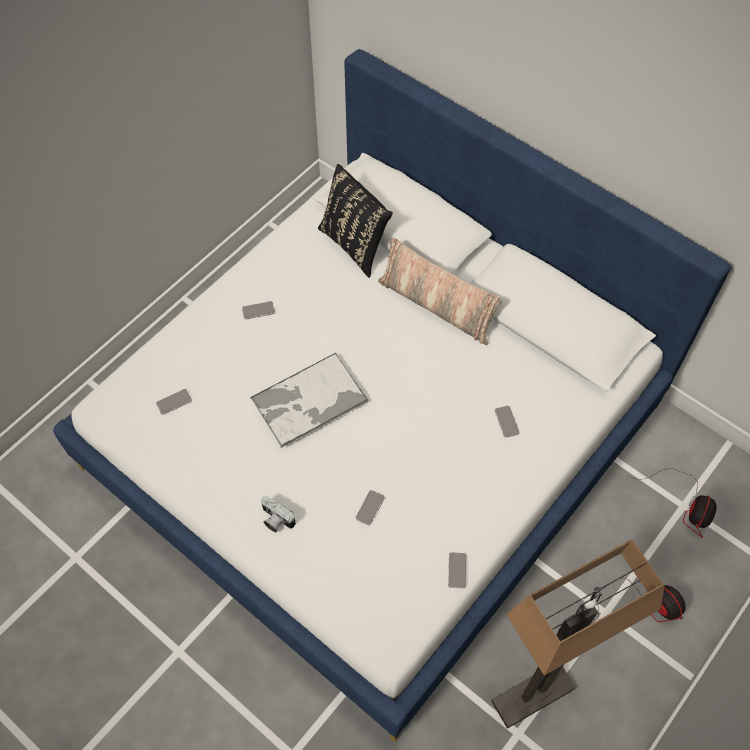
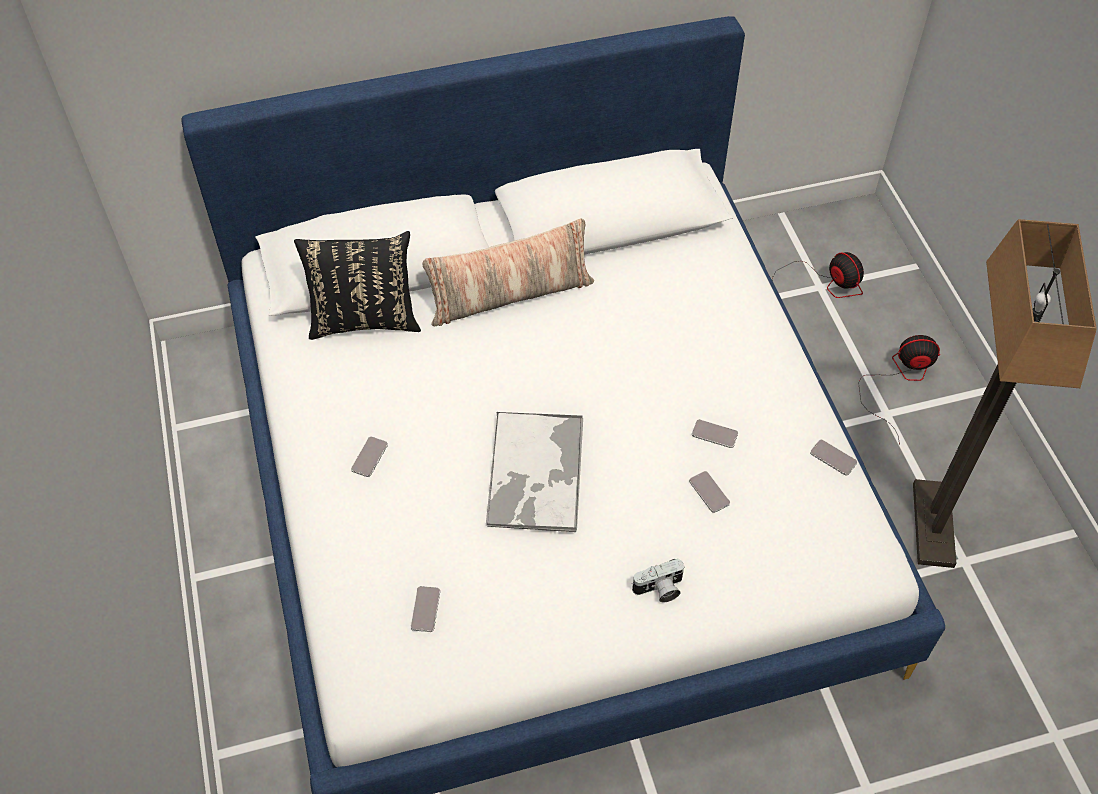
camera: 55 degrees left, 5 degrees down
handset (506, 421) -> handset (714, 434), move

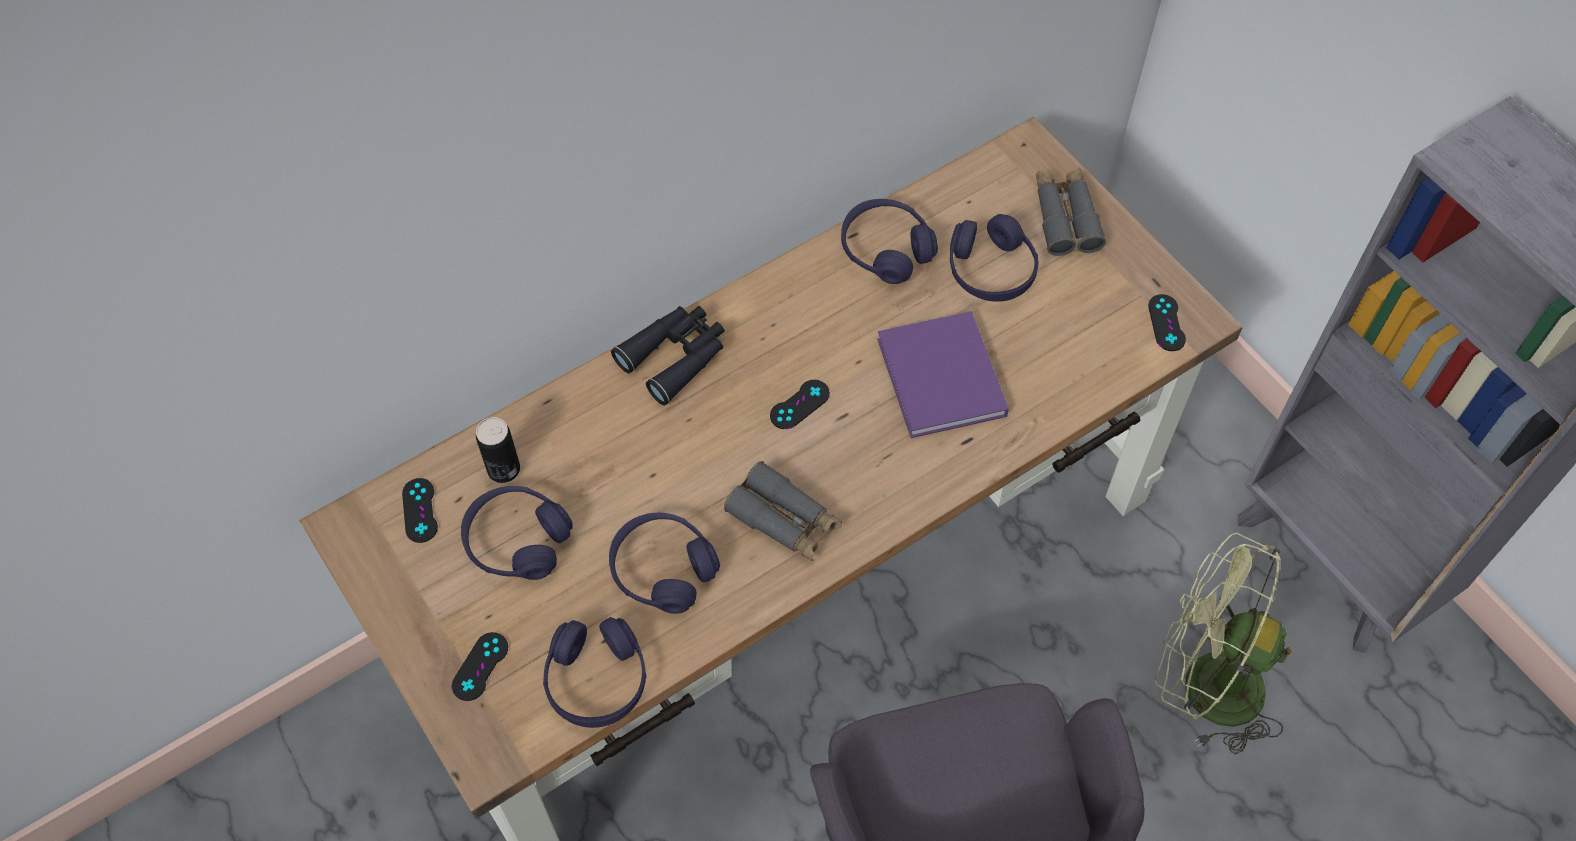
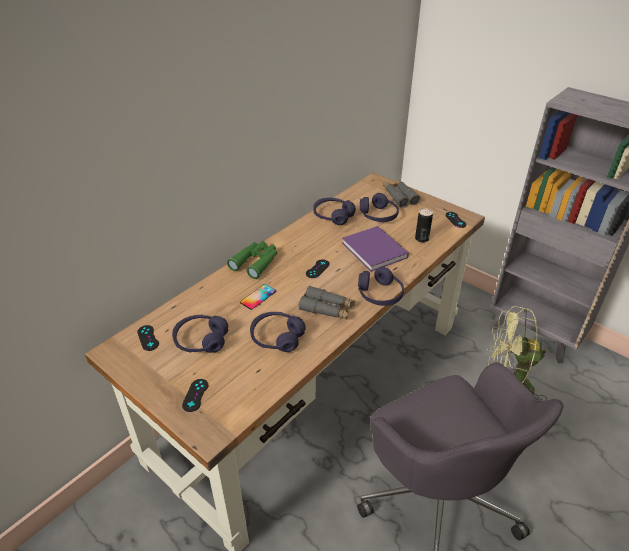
camera: 15 degrees left, 20 degrees down
black-coloured pair of binoculars (675, 356) -> greenish pair of binoculars (256, 262)
none -> handset (258, 297)
purplish headphones (596, 680) -> purplish headphones (380, 294), move
sealed can (504, 469) -> sealed can (421, 238), move

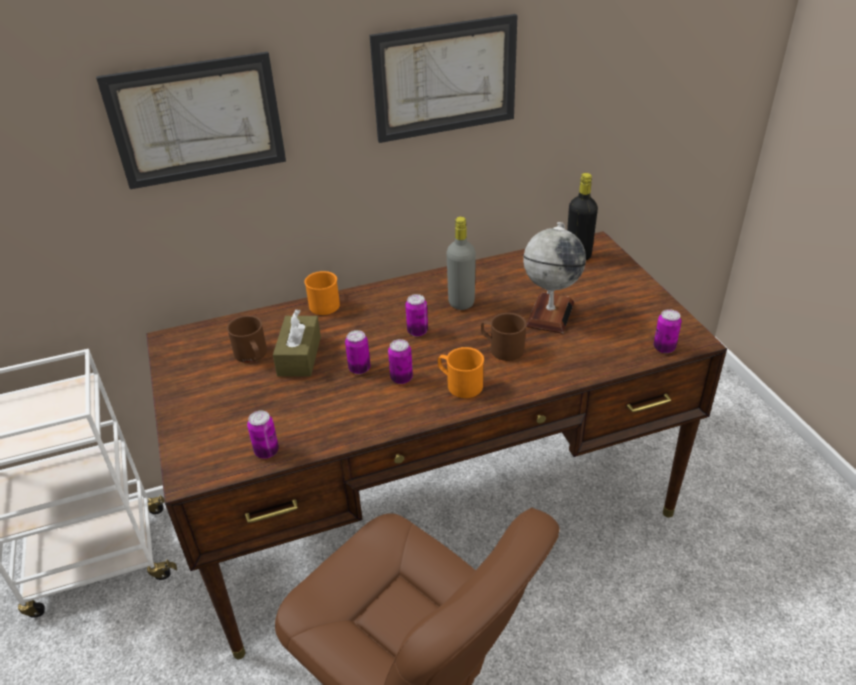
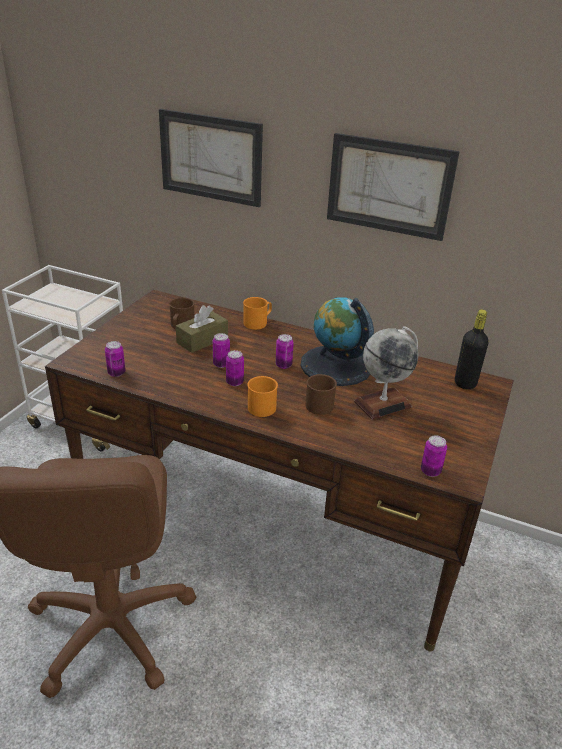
camera: 40 degrees right, 5 degrees down
greyish beverage bottle (461, 302) -> globe (336, 365)

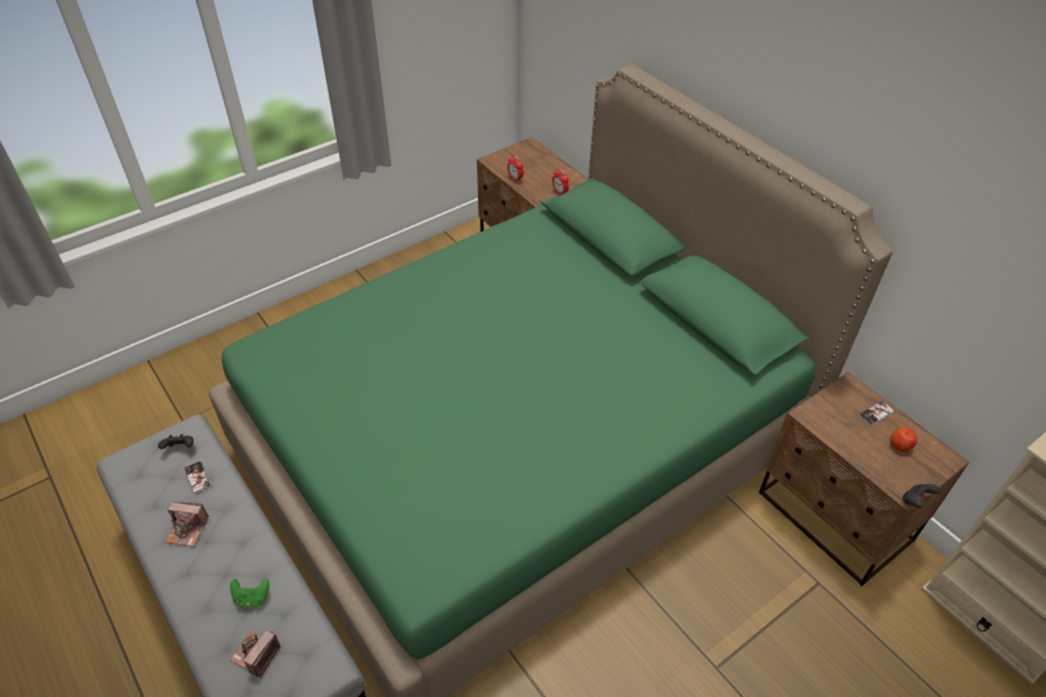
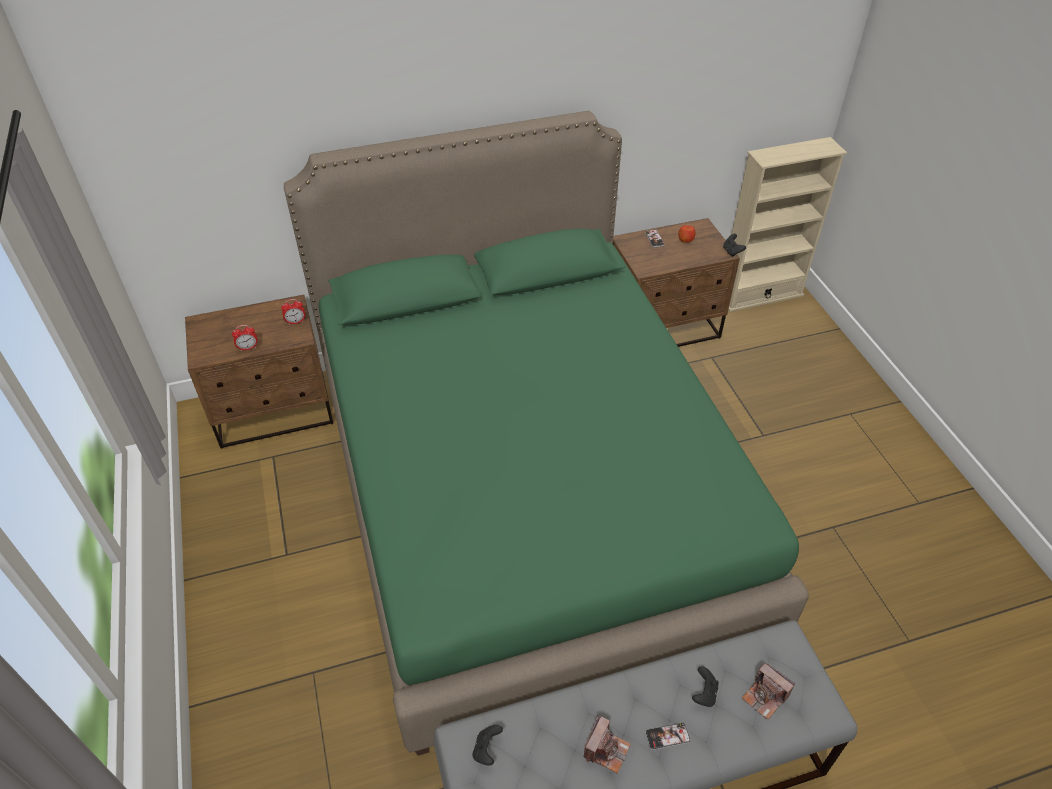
camera: 70 degrees left, 0 degrees up
handset (197, 477) -> handset (667, 736), move
greenish gamepad (252, 598) -> black-coloured gamepad (704, 694)

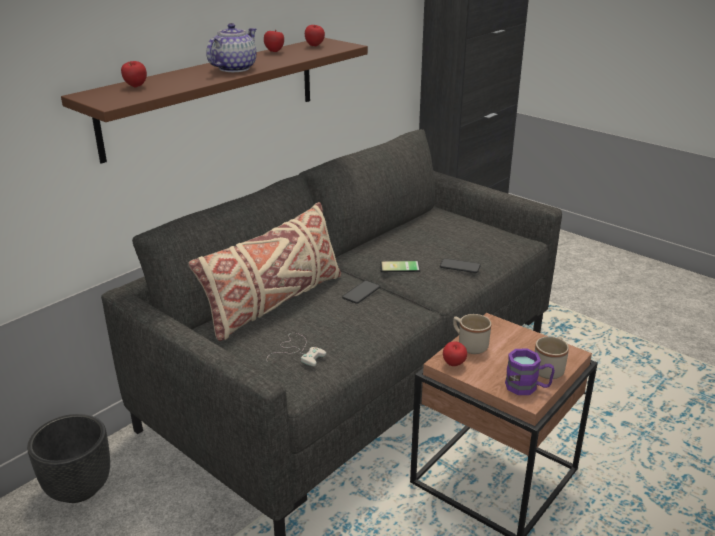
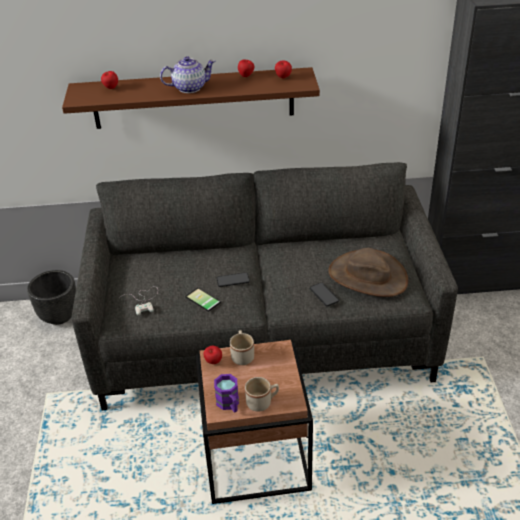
camera: 45 degrees right, 10 degrees up
handset (399, 268) -> handset (201, 300), move
none -> brown-coloured hat (367, 276)
beige cushion (274, 303) -> none

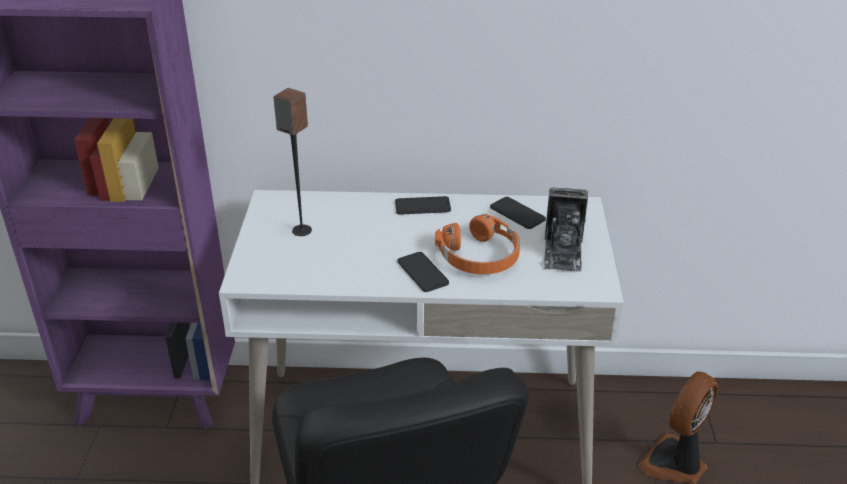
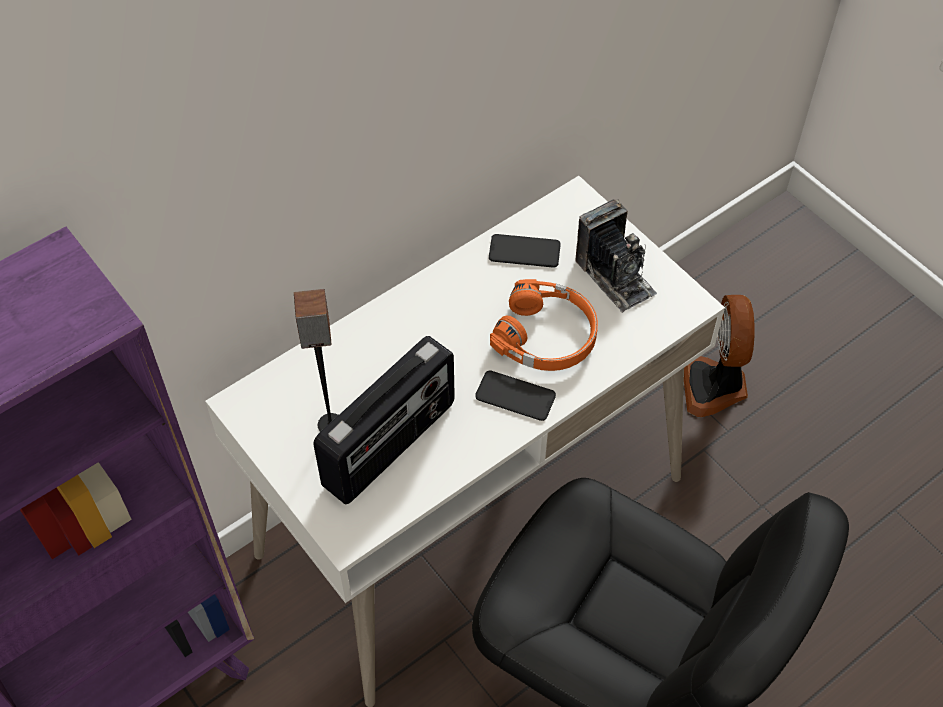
camera: 40 degrees left, 20 degrees up
none -> radio (391, 446)
handset (422, 206) -> none

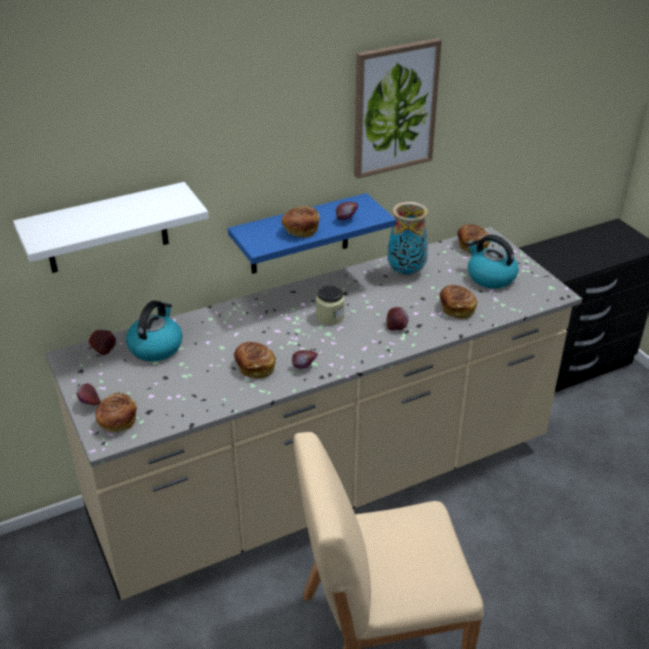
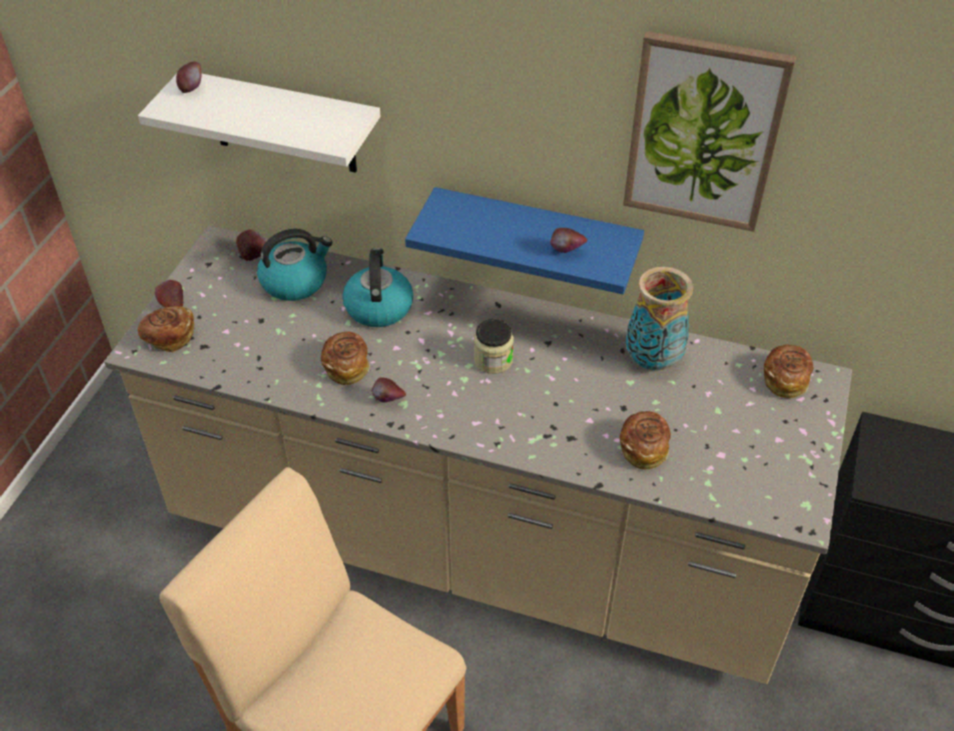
camera: 45 degrees right, 10 degrees up
apple (396, 327) -> apple (191, 89), move
kettle (490, 277) -> kettle (378, 306), move
bread (300, 230) -> none

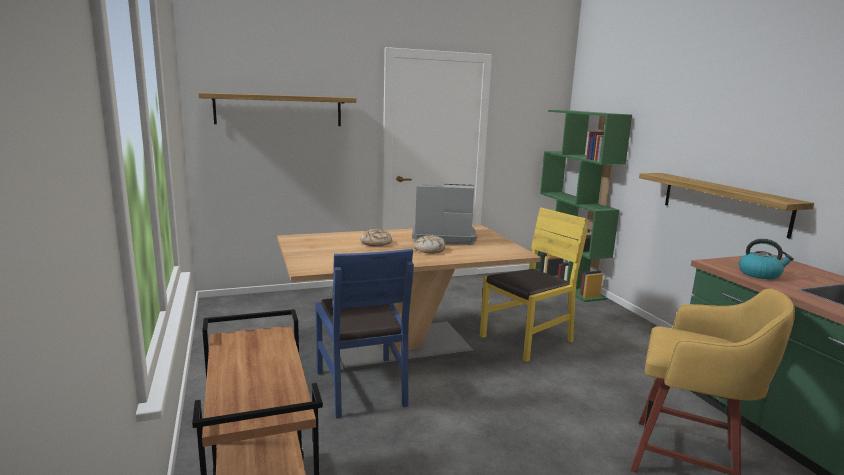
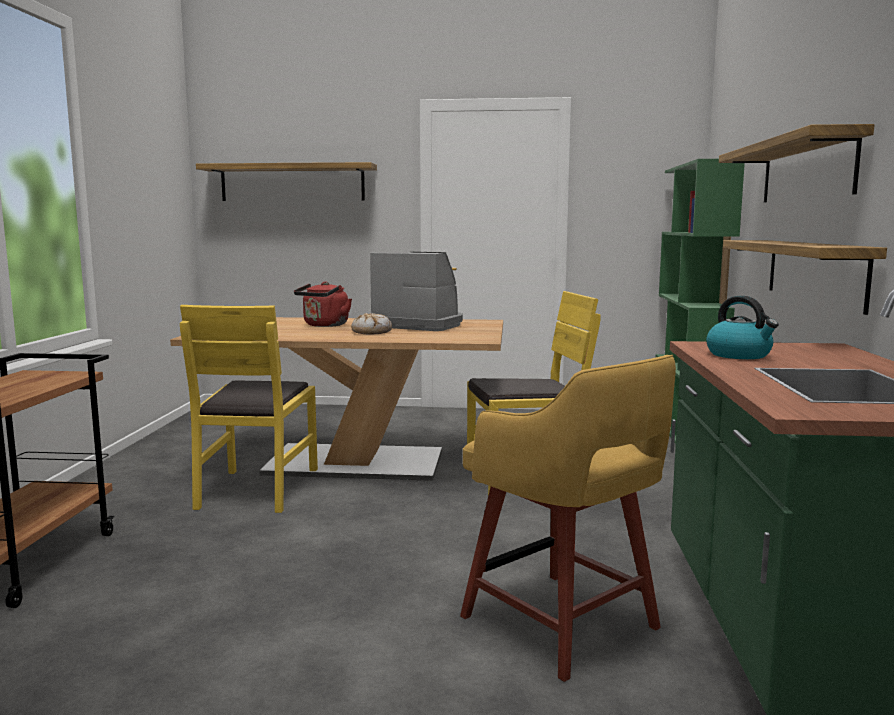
camera: 25 degrees right, 5 degrees down
blue chair (361, 387) -> yellow-coloured chair (256, 490)
bread (376, 243) -> red kettle (324, 325)
none -> bracket shelf (806, 170)

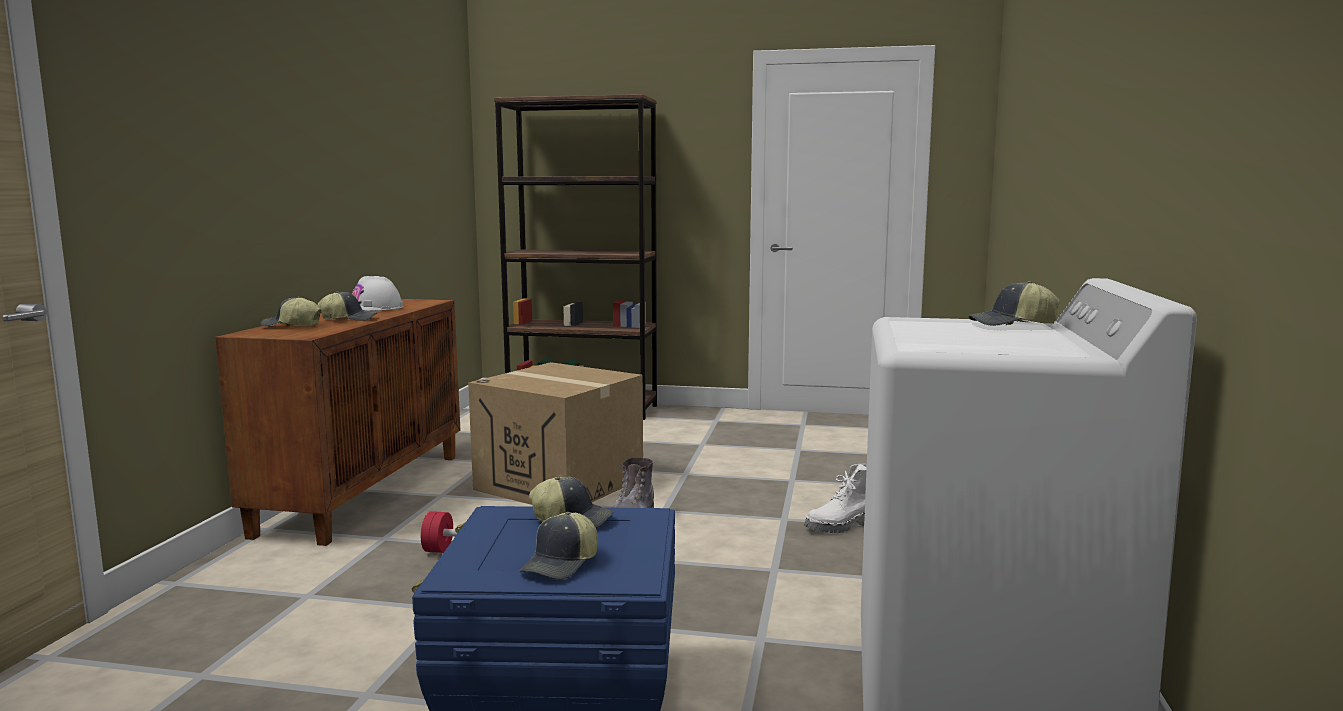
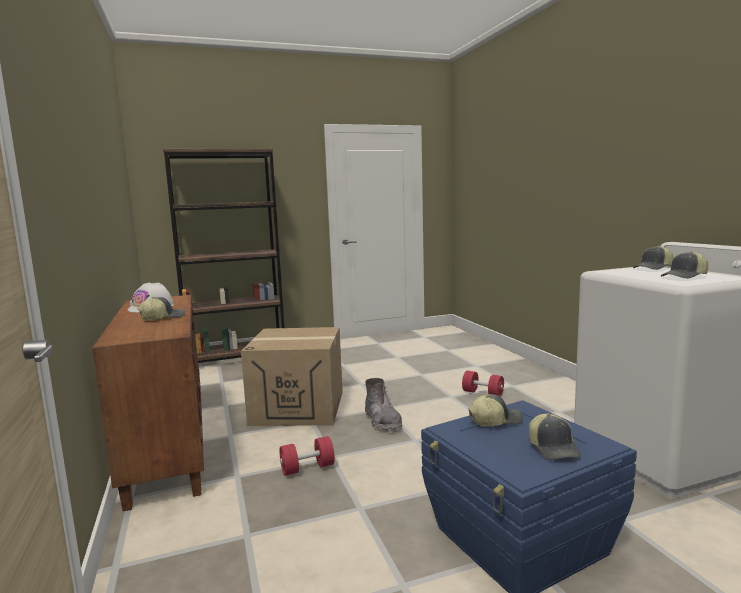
camera: 30 degrees left, 0 degrees up
white high-top boot (841, 526) -> red free weight (483, 393)
baseball cap (291, 326) -> baseball cap (685, 277), move

